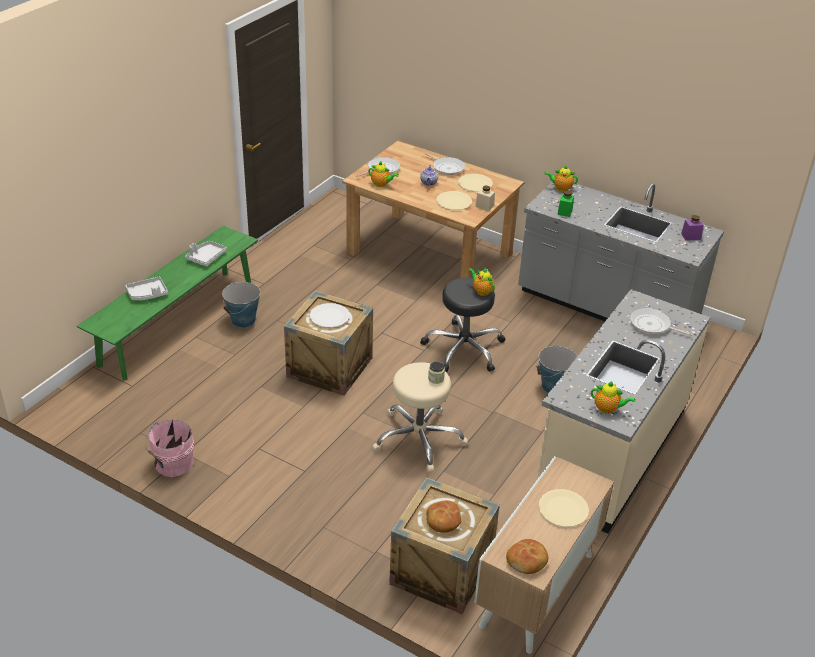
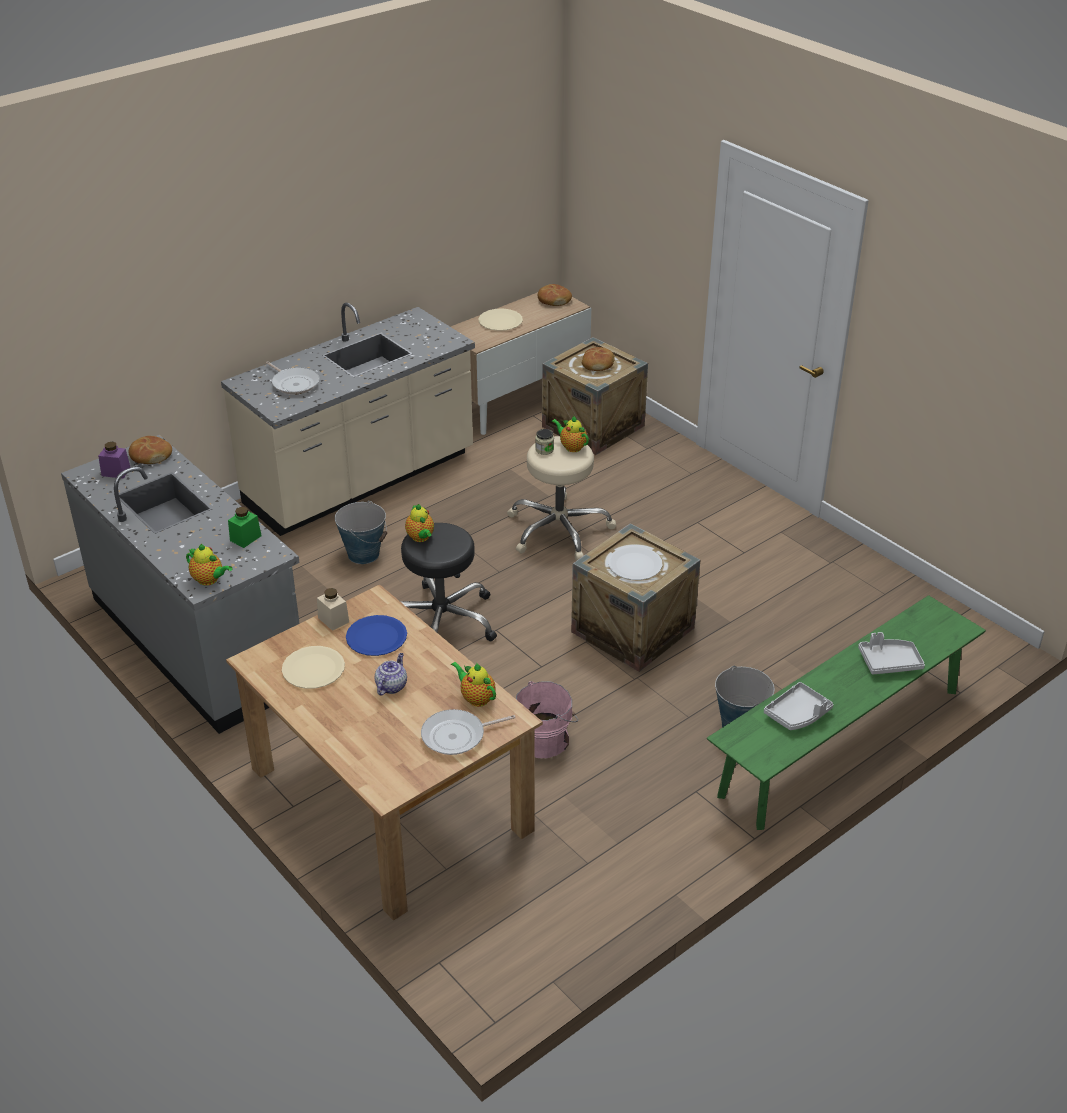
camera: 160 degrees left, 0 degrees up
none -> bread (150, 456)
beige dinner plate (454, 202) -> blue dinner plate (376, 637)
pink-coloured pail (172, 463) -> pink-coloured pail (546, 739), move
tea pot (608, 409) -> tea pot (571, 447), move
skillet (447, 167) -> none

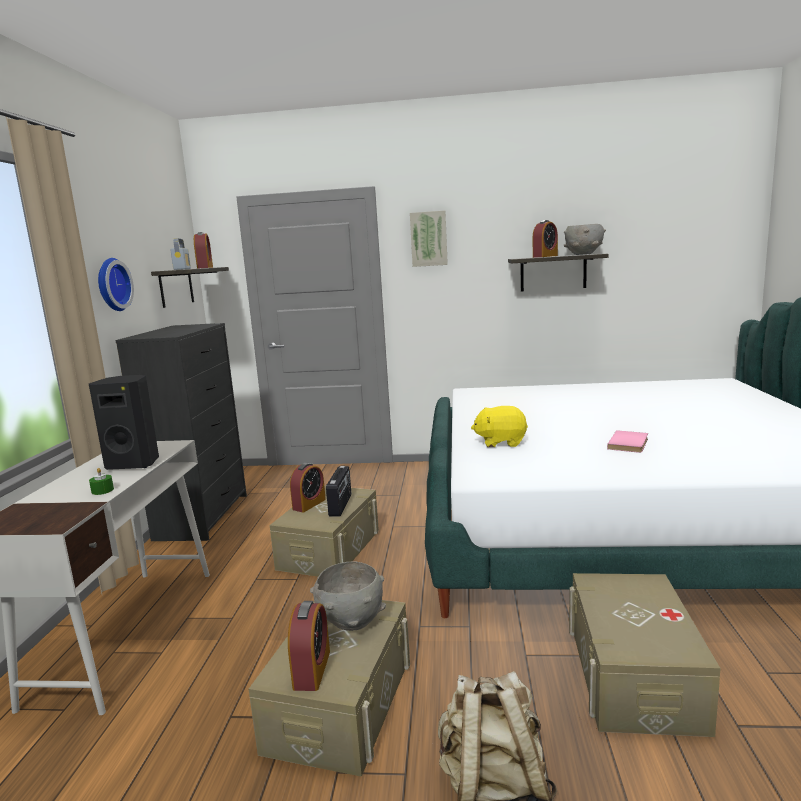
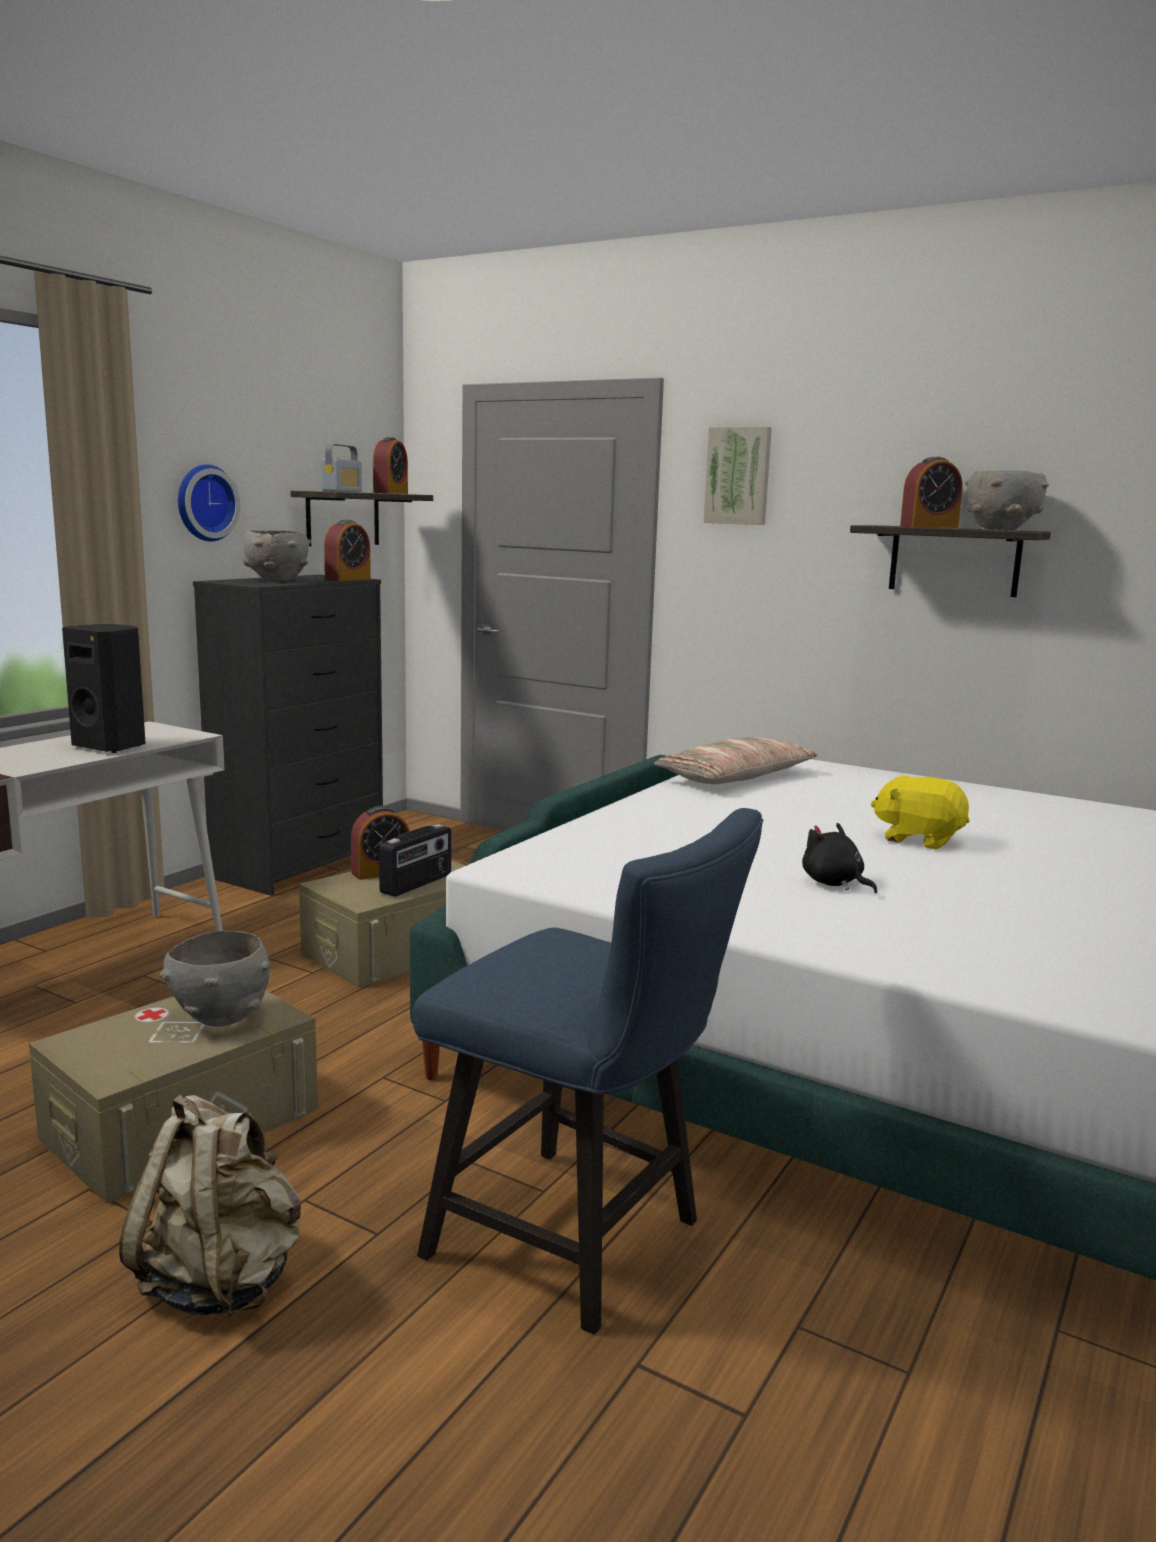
camera: 25 degrees right, 0 degrees up
none -> greyish serving bowl (277, 580)
table clock (312, 669) -> table clock (348, 579), move
beige storage bin (634, 675) -> blue chair (581, 1243)
none -> cushion (737, 778)
pink-coloured bound book (630, 444) -> black-coloured plush toy (834, 883)
yellow-coloured plush toy (501, 442) -> yellow-coloured plush toy (918, 839), move
greenish candle (102, 490) -> none

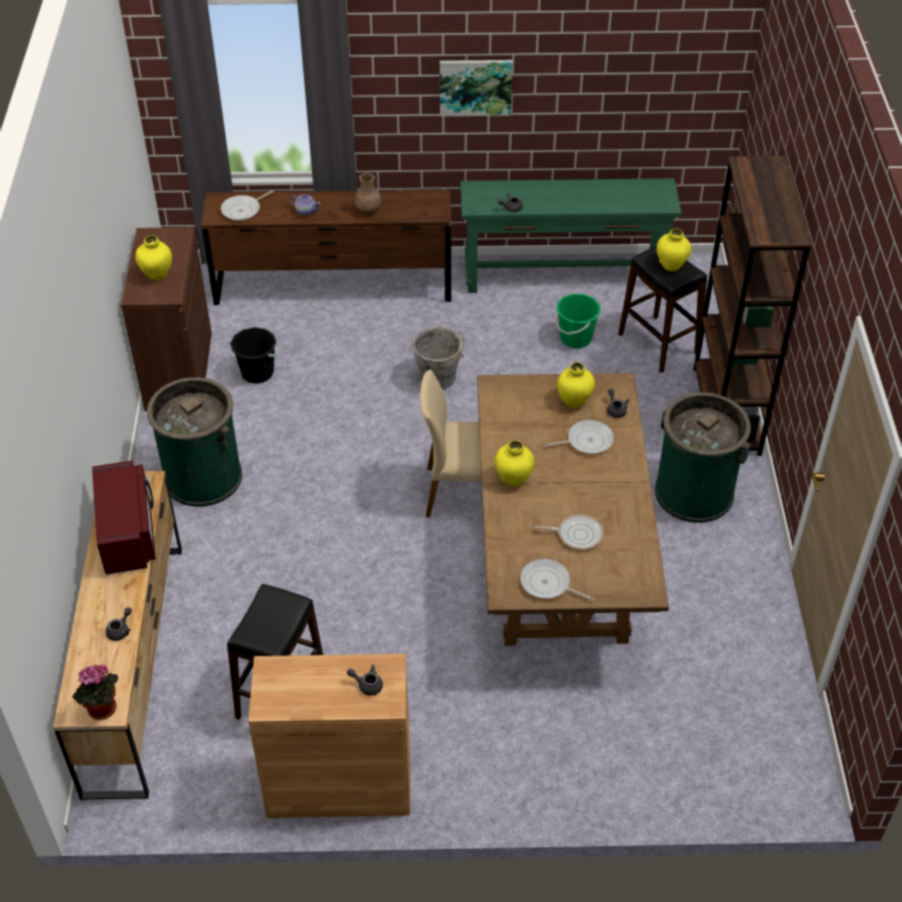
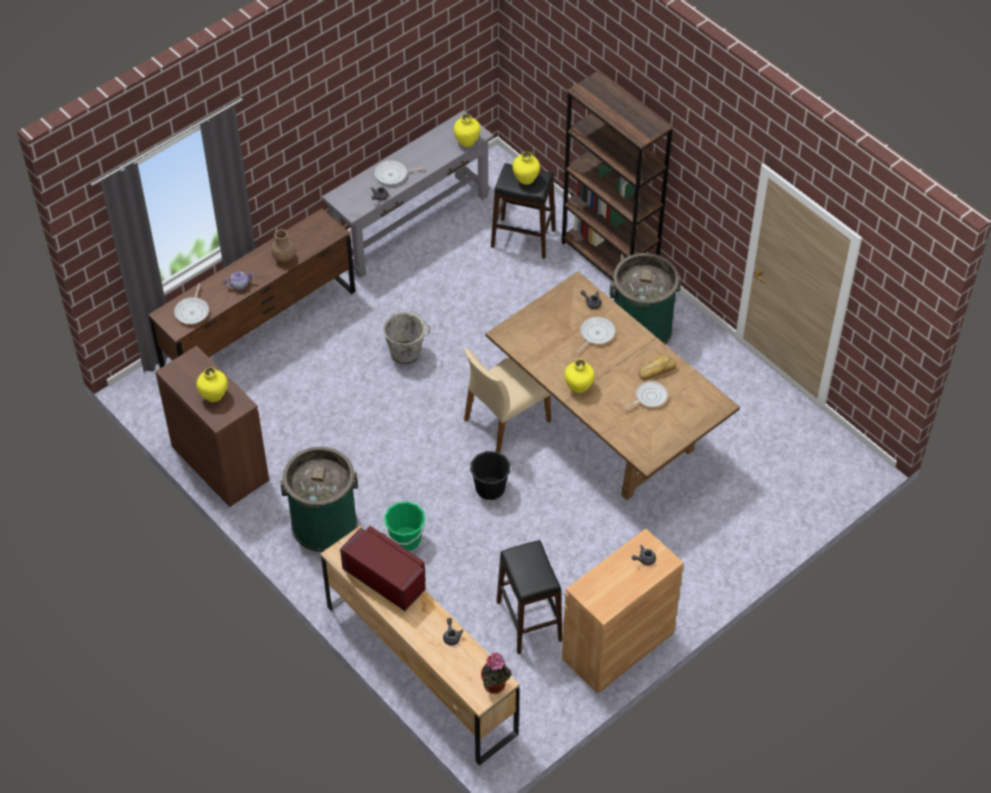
camera: 40 degrees left, 5 degrees up
greenish hall table (563, 275) -> greyish hall table (411, 224)
skillet (548, 584) -> skillet (393, 174), move
greenish pail (575, 338) -> greenish pail (405, 539), move
yellow-coloured decorative vase (574, 401) -> yellow-coloured decorative vase (467, 142), move
black-coloured pail (257, 373) -> black-coloured pail (490, 488), move
none -> bread (656, 370)
wall picture (475, 86) -> none

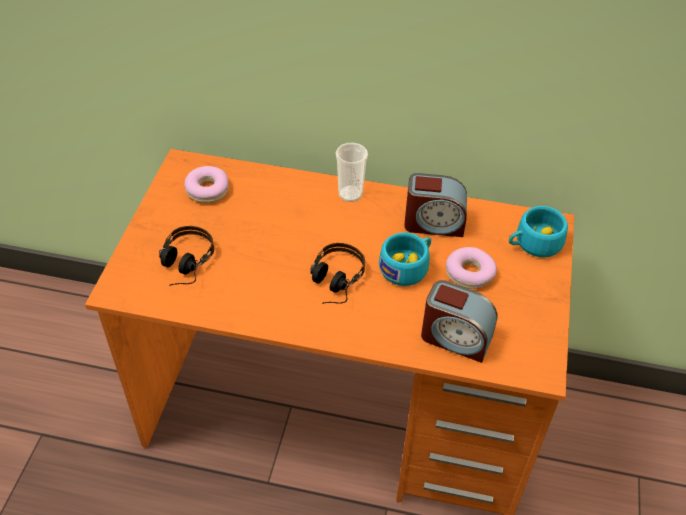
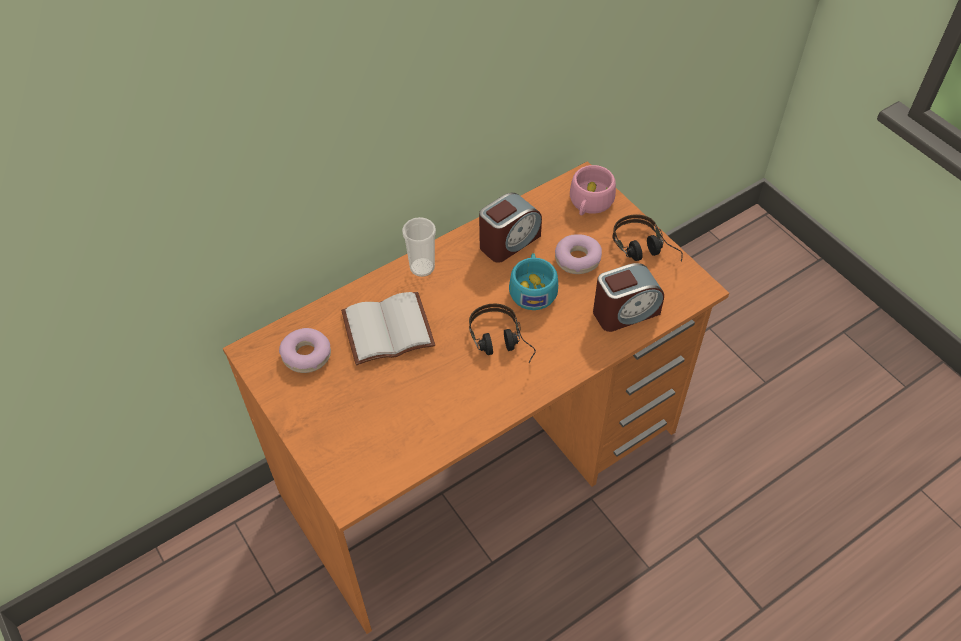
camera: 45 degrees left, 5 degrees up
none -> white bound book (388, 327)
blue-green small cup (533, 243) -> pink-coloured small cup (589, 203)
headphones (183, 267) -> headphones (645, 252), move

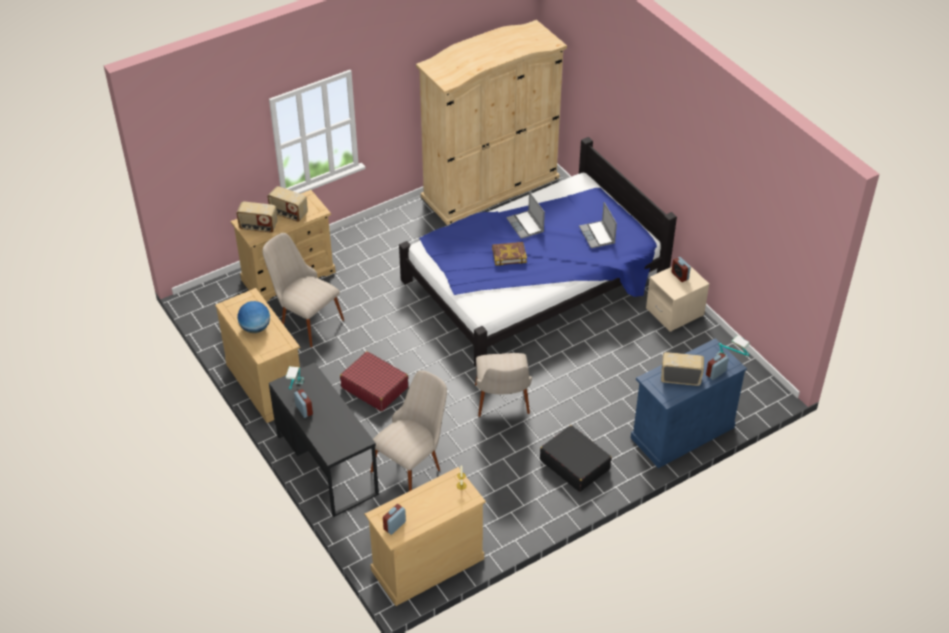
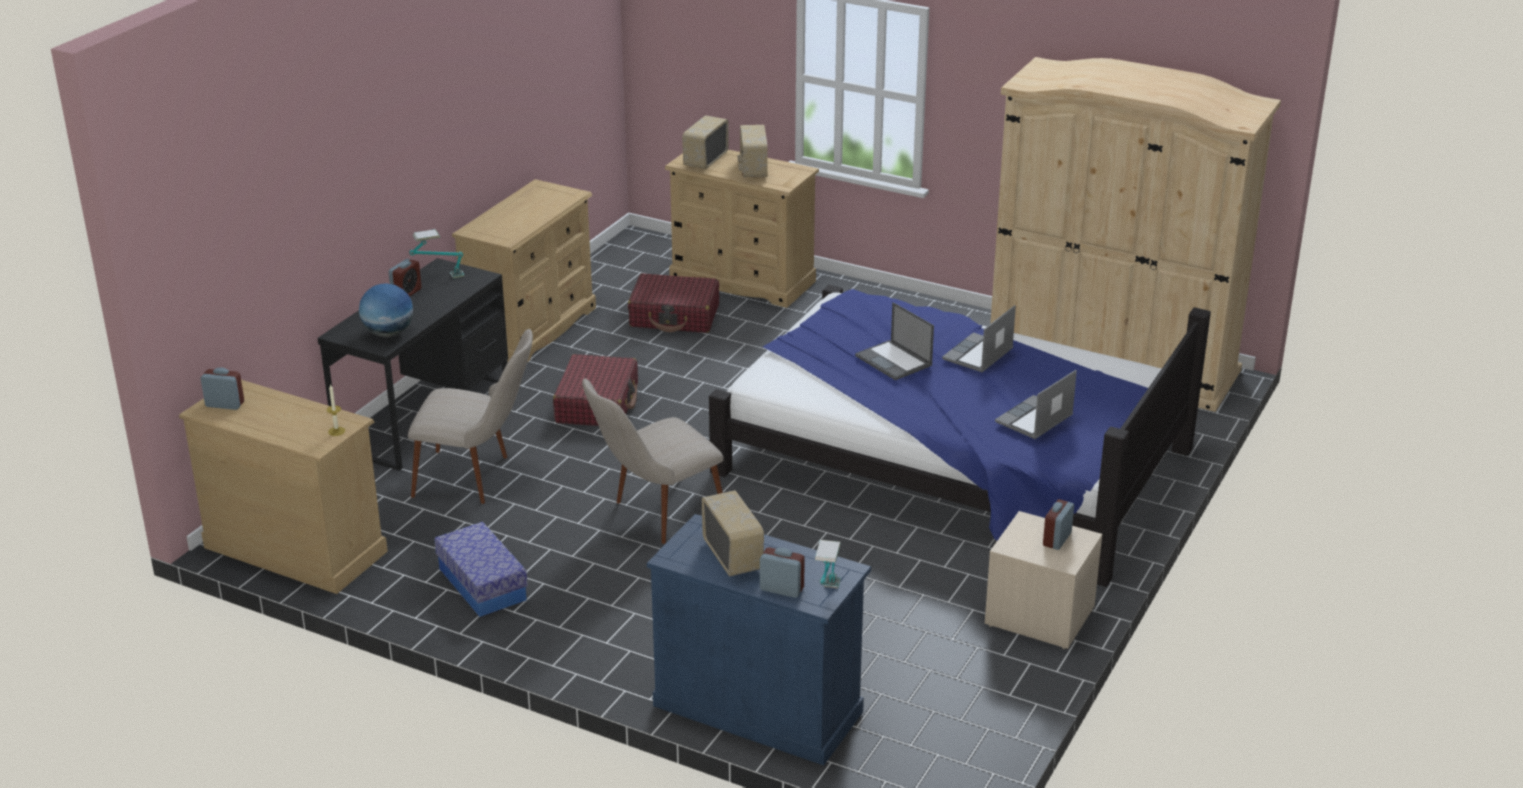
camera: 60 degrees right, 15 degrees down
globe (255, 328) -> globe (388, 333), move
none -> storage bin (482, 584)
beige chair (305, 319) -> red piece of luggage (675, 316)
radio (258, 227) -> radio (705, 160), 45 degrees clockwise
bound book (509, 255) -> laptop (894, 361)
black-coloured piece of luggage (574, 464) -> none

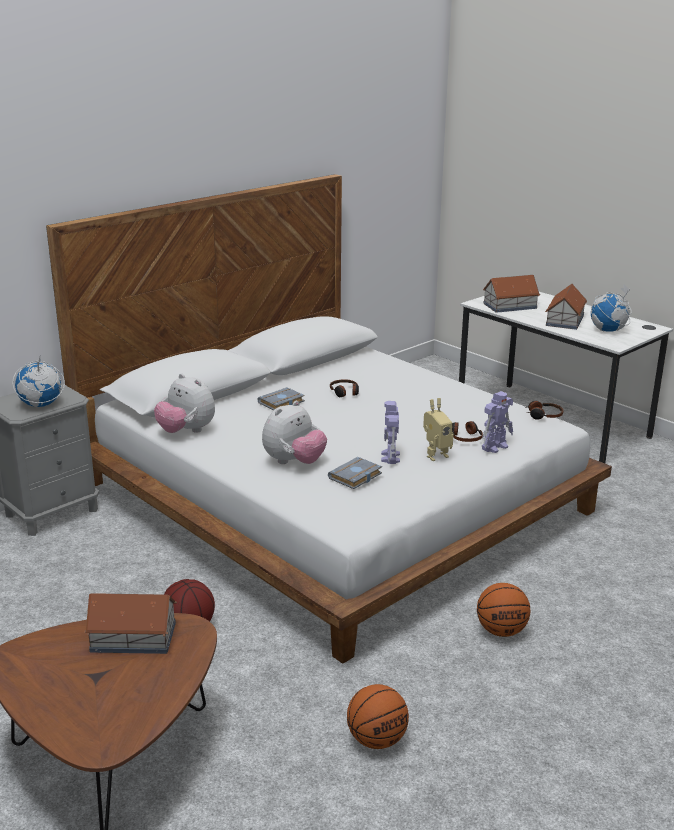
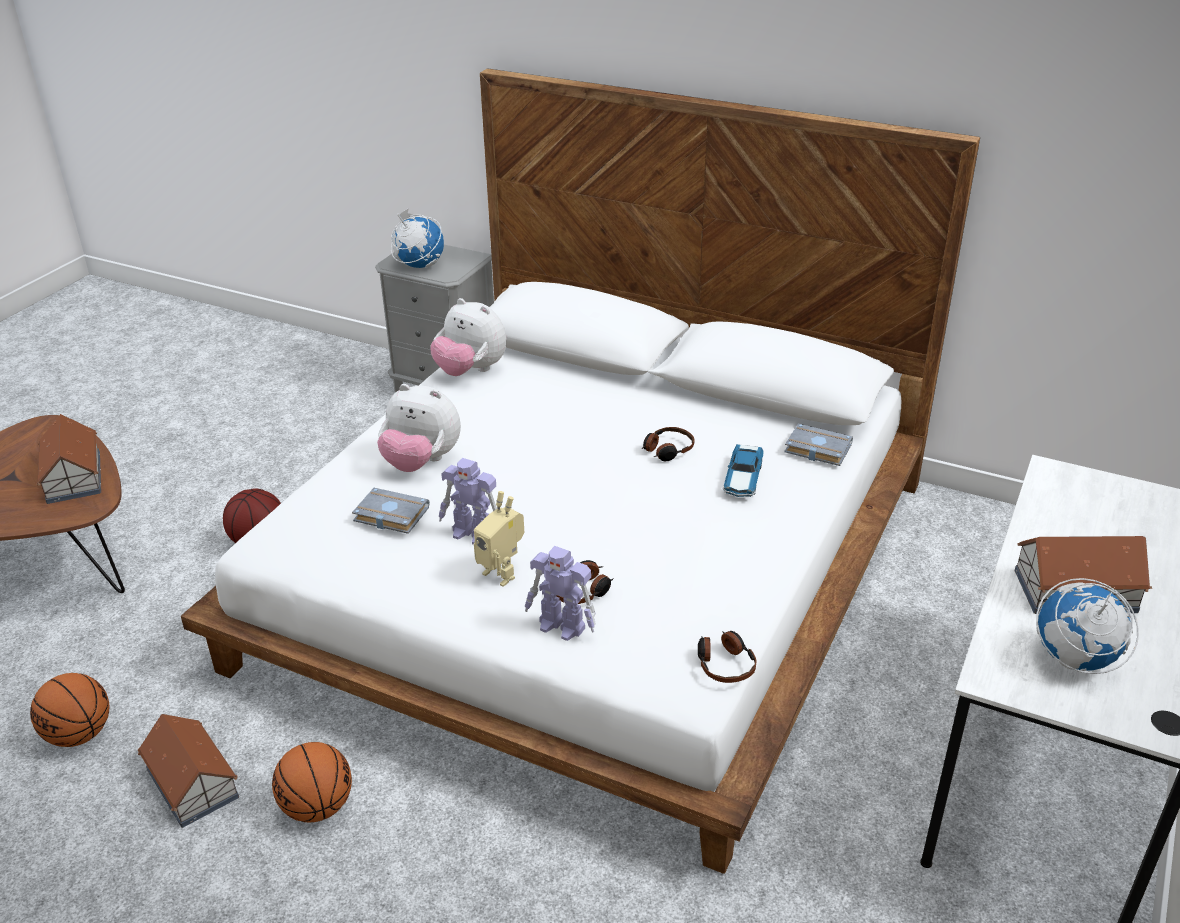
camera: 70 degrees right, 10 degrees up
model house (509, 306) -> model house (192, 782), move
plush toy (186, 431) -> plush toy (470, 371), 75 degrees counterclockwise
robot figure (390, 457) -> robot figure (473, 534), 135 degrees counterclockwise
none -> model car (743, 479)
greyish bound book (281, 403) -> greyish bound book (816, 449), move

